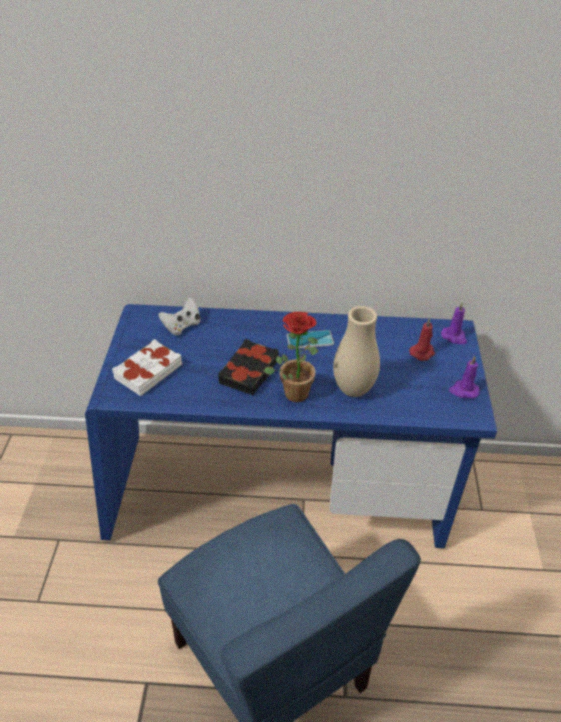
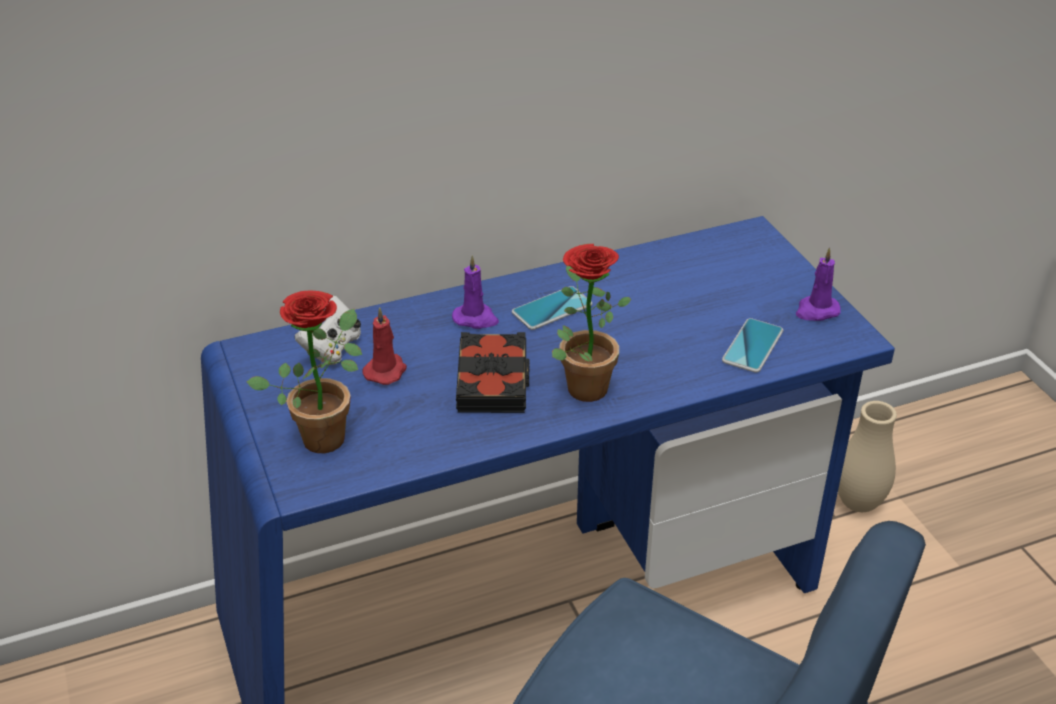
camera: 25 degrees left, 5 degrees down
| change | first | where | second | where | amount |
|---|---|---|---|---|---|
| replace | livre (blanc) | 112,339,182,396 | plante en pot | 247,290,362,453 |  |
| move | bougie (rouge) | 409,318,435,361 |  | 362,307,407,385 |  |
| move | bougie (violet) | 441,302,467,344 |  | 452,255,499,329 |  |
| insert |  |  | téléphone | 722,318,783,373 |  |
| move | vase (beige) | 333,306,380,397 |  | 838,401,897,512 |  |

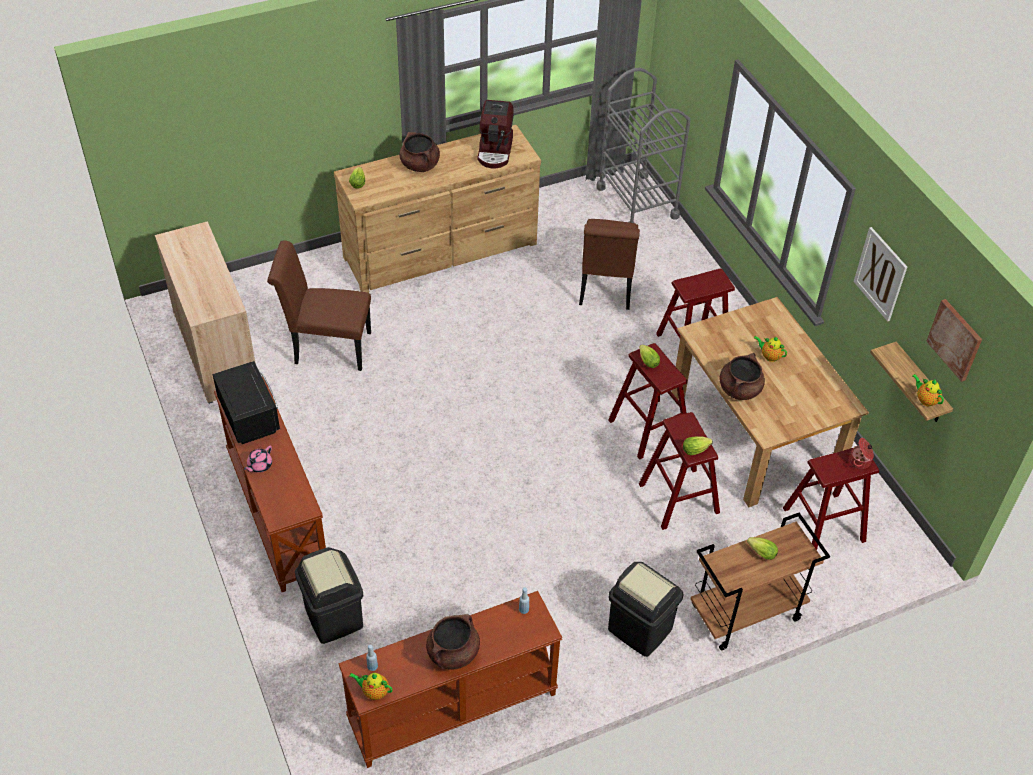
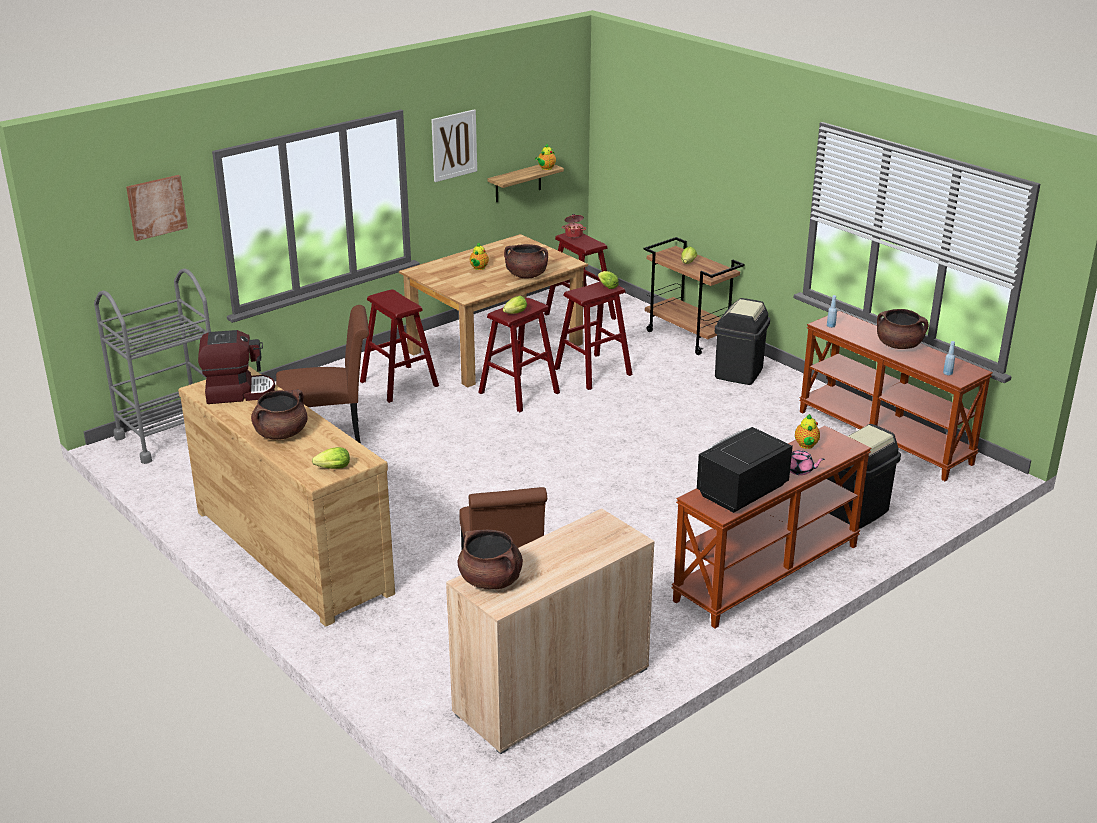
camera: 105 degrees left, 20 degrees down
| change | first | where | second | where | amount |
|---|---|---|---|---|---|
| move | tableau | 926,299,982,382 |  | 126,175,188,241 |  |
| insert |  |  | marmite (marron) | 458,529,523,589 |  |
| move | théière | 349,673,393,700 |  | 795,414,820,449 |  |

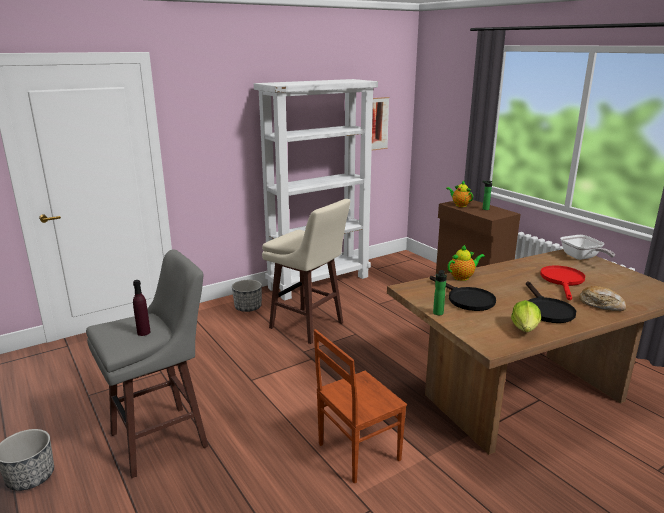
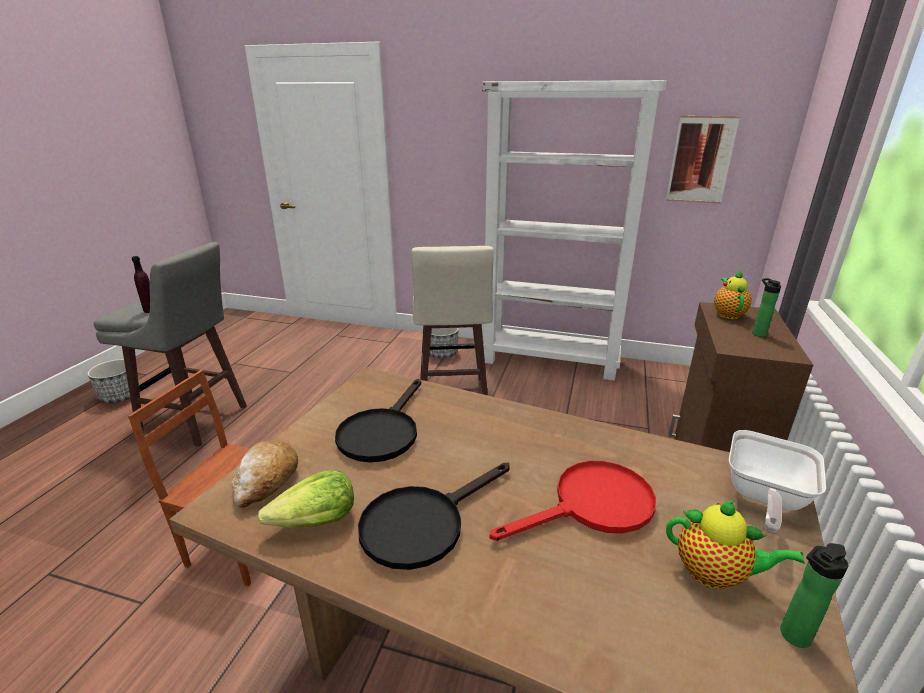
camera: 50 degrees right, 5 degrees up
| change | first | where | second | where | amount |
|---|---|---|---|---|---|
| move | pain | 579,286,626,311 |  | 232,441,298,508 |  |
| move | théière | 447,245,485,281 |  | 666,501,805,589 |  |
| move | bouteille | 433,270,447,315 |  | 780,543,849,648 |  |

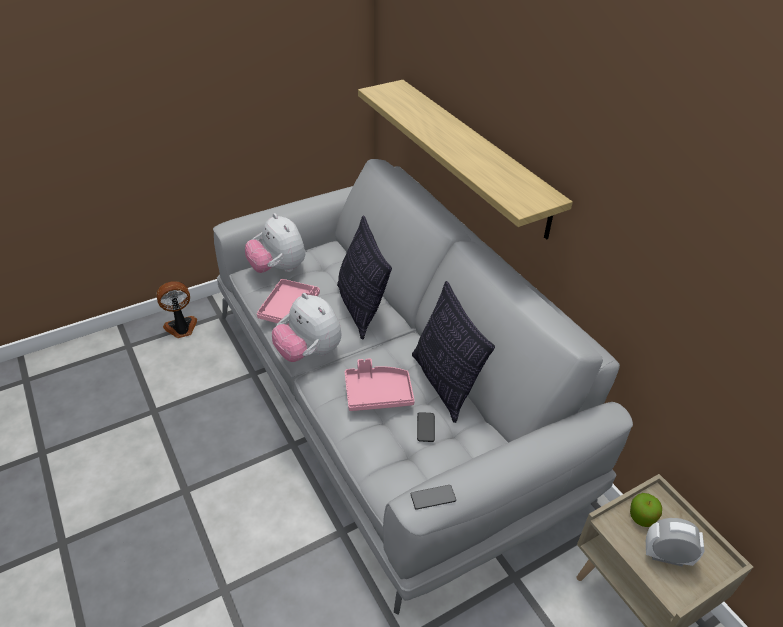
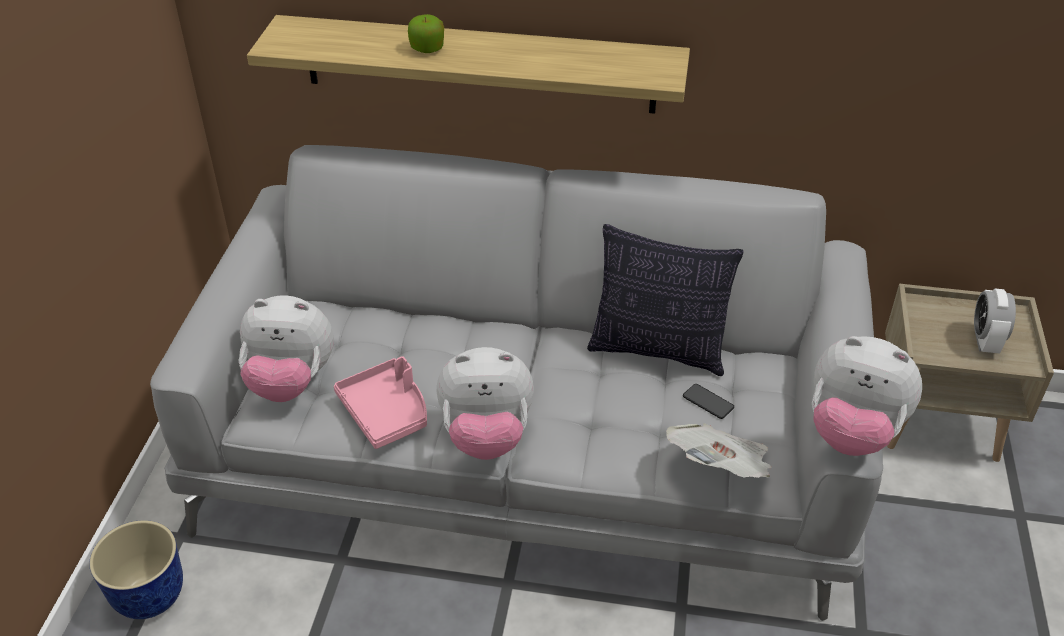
camera: 50 degrees left, 0 degrees up
| change | first | where | second | where | amount |
|---|---|---|---|---|---|
| replace | ventilateur | 156,281,197,338 | cache-pot | 89,520,183,619 |  |
| move | pomme | 630,493,662,527 |  | 408,14,444,53 |  |
| insert |  |  | journal | 666,424,772,478 |  |
| replace | téléphone | 411,485,456,510 | peluche | 812,336,922,456 |  |
| rotate | réveil | 646,518,705,566 |  | 974,288,1016,353 | 45 degrees counterclockwise |
| delete | coussin | 337,216,392,340 |  |  |  |
| delete | plateau (rose) | 345,358,415,411 |  |  |  |

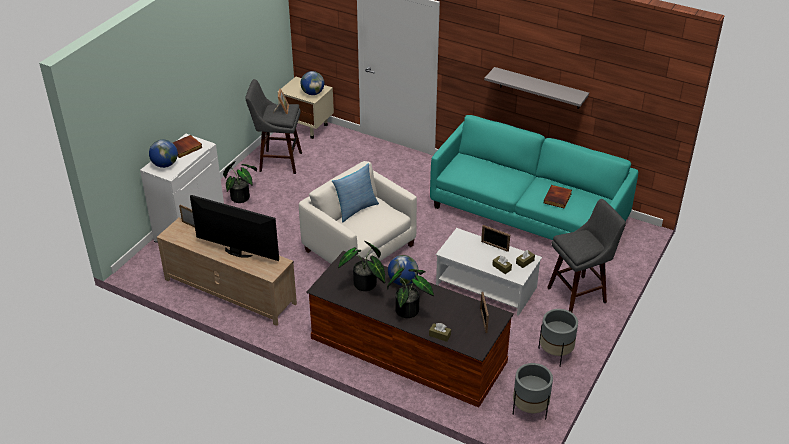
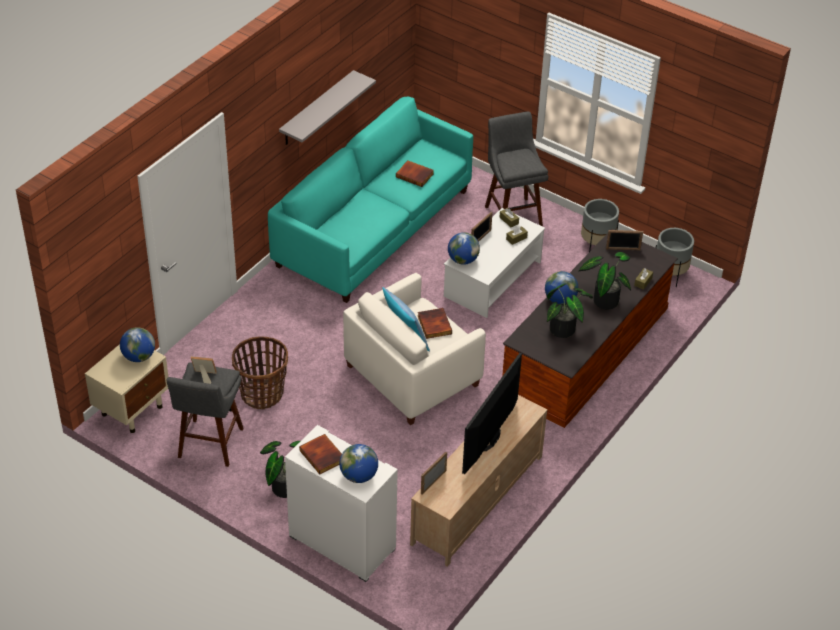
camera: 85 degrees left, 5 degrees up
| change | first | where | second | where | amount |
|---|---|---|---|---|---|
| insert |  |  | panier | 232,336,288,409 |  |
| insert |  |  | livre | 418,308,452,339 |  |
| insert |  |  | globe | 448,232,480,265 |  |

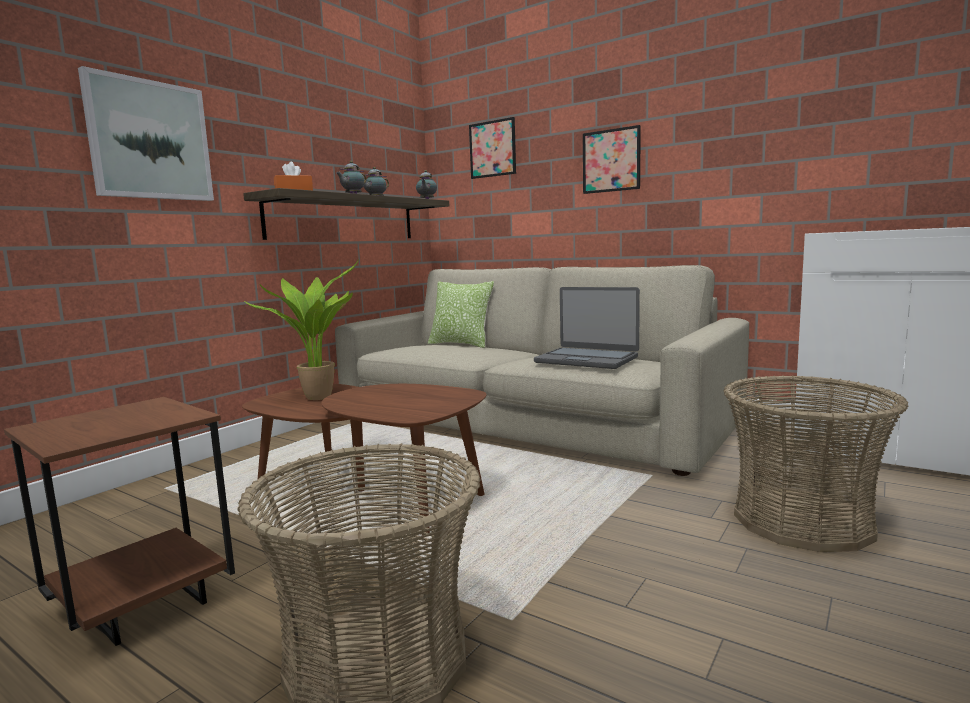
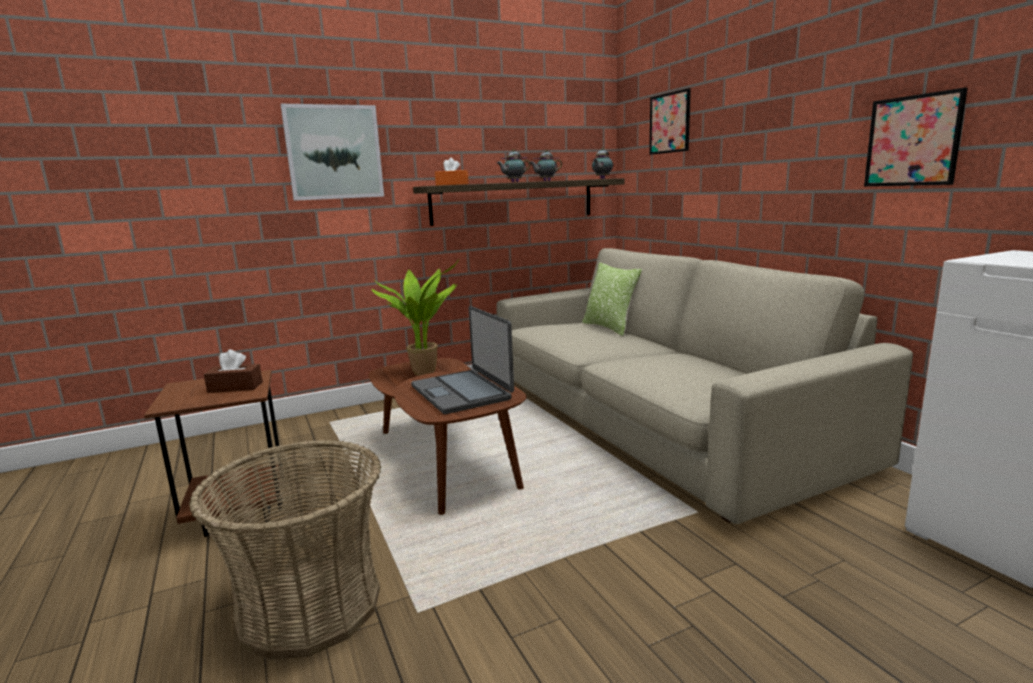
camera: 30 degrees right, 5 degrees up
| change | first | where | second | where | amount |
|---|---|---|---|---|---|
| insert |  |  | boîte à mouchoirs (marron) | 204,349,263,393 |  |
| move | ordinateur portable | 534,287,640,369 |  | 411,306,514,414 |  |
| move | tableau | 583,125,641,194 |  | 864,88,967,186 |  |
| delete | panier | 723,375,909,552 |  |  |  |

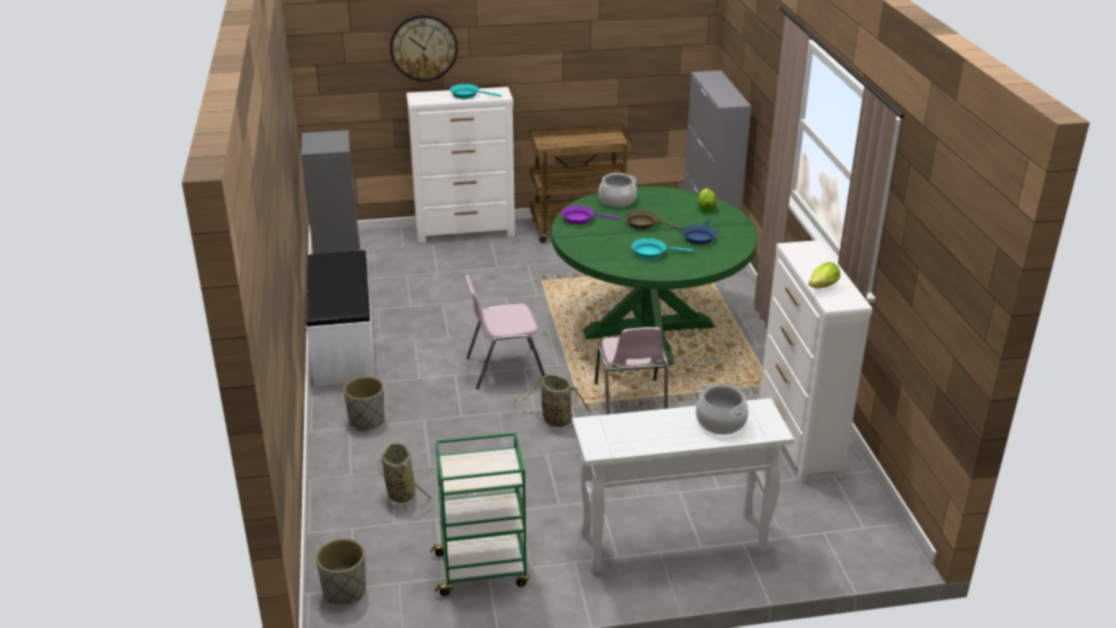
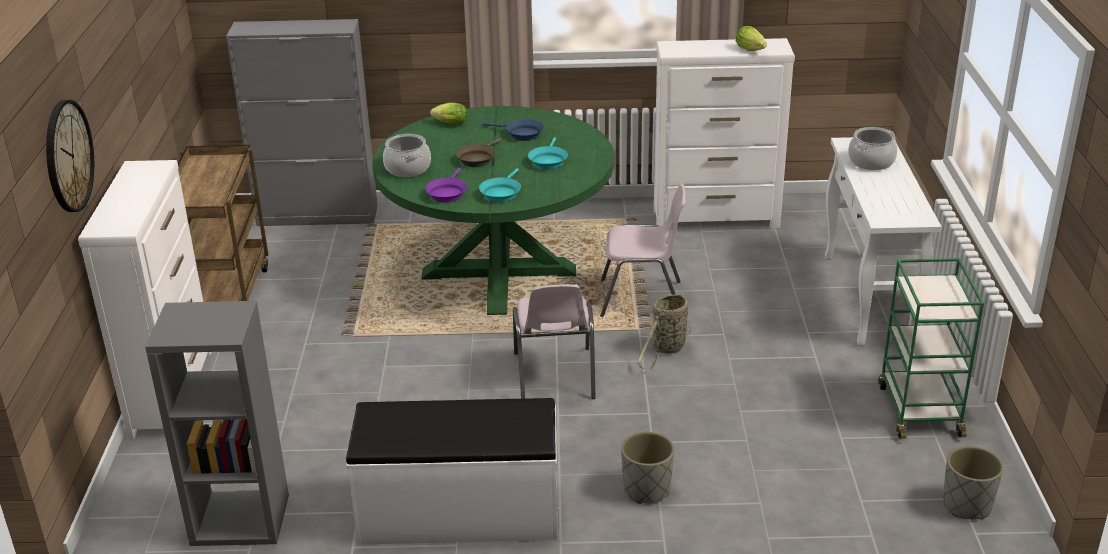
camera: 80 degrees left, 0 degrees up
| change | first | where | second | where | amount |
|---|---|---|---|---|---|
| move | poêle (turquoise) | 450,84,502,99 |  | 479,168,521,202 |  |
| delete | panier | 378,443,432,513 |  |  |  |

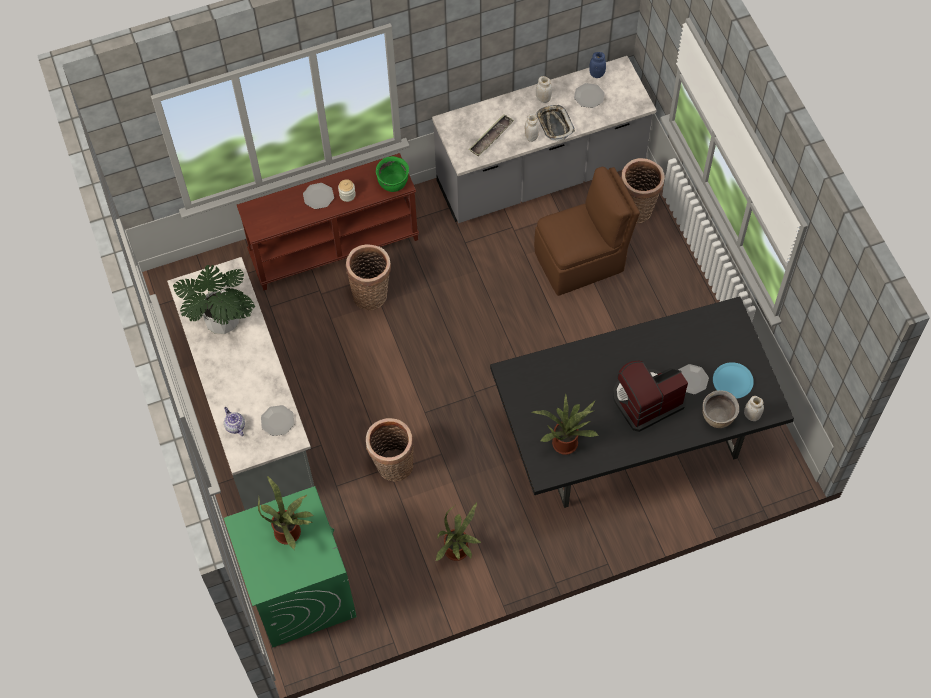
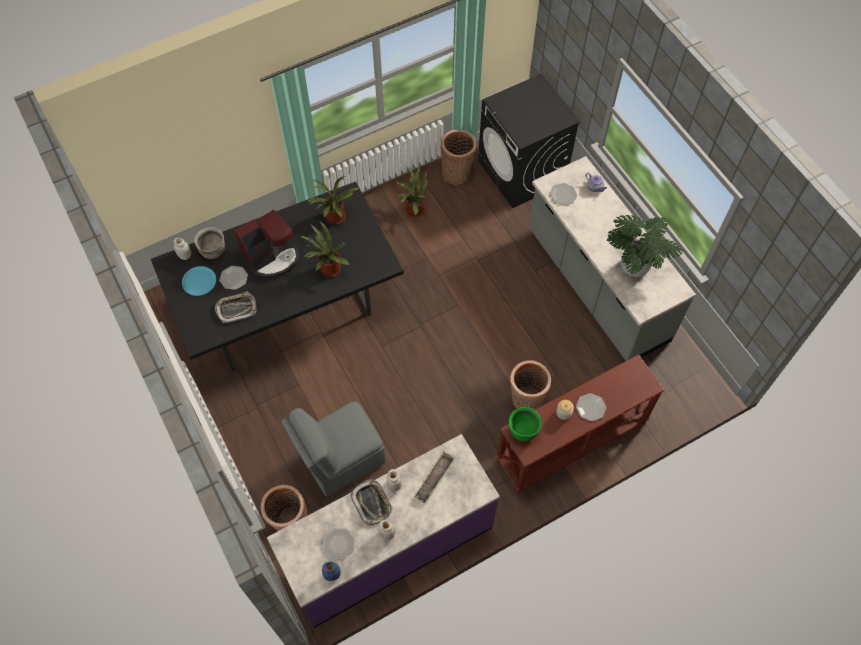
camera: 170 degrees right, 0 degrees up
| change | first | where | second | where | amount |
|---|---|---|---|---|---|
| insert |  |  | plateau | 215,291,256,323 |  |
| recolor | comptoir de cuisine (gris) | 432,56,656,223 | comptoir de cuisine (violet) | 267,434,500,628 |  |
| recolor | chaise (marron) | 534,167,640,296 | chaise (gris) | 281,401,386,496 |  |
| move | plante en pot | 258,476,314,551 |  | 299,222,349,277 |  |
| move | panier | 366,418,414,482 |  | 440,130,477,185 |  |
| recolor | lave-linge (vert) | 224,486,357,648 | lave-linge (noir) | 478,73,581,208 |  |

